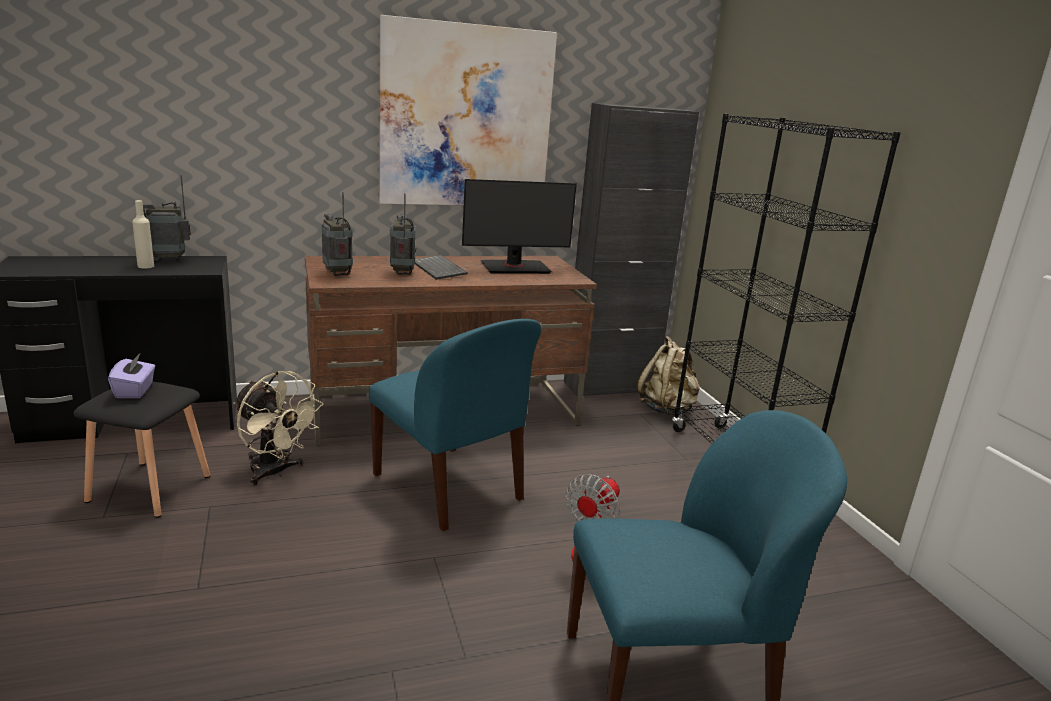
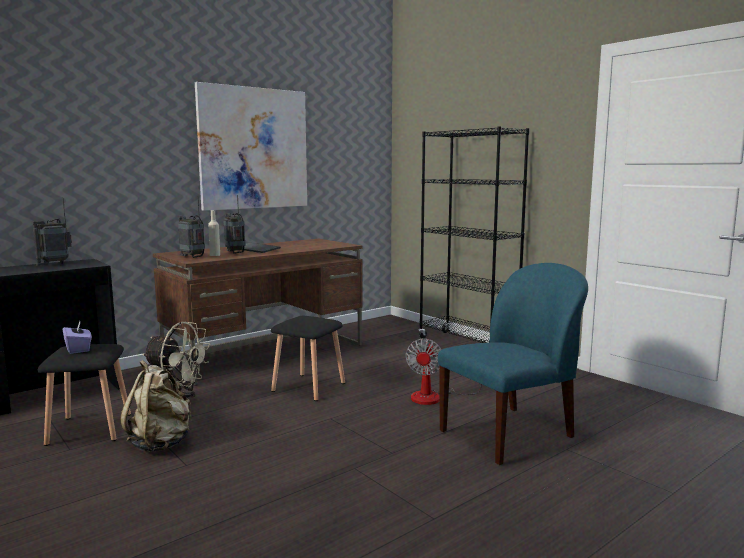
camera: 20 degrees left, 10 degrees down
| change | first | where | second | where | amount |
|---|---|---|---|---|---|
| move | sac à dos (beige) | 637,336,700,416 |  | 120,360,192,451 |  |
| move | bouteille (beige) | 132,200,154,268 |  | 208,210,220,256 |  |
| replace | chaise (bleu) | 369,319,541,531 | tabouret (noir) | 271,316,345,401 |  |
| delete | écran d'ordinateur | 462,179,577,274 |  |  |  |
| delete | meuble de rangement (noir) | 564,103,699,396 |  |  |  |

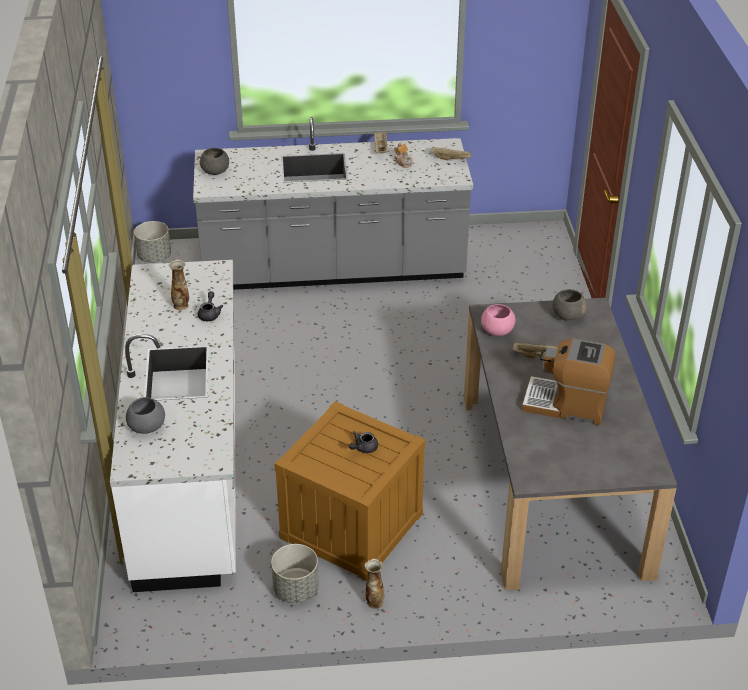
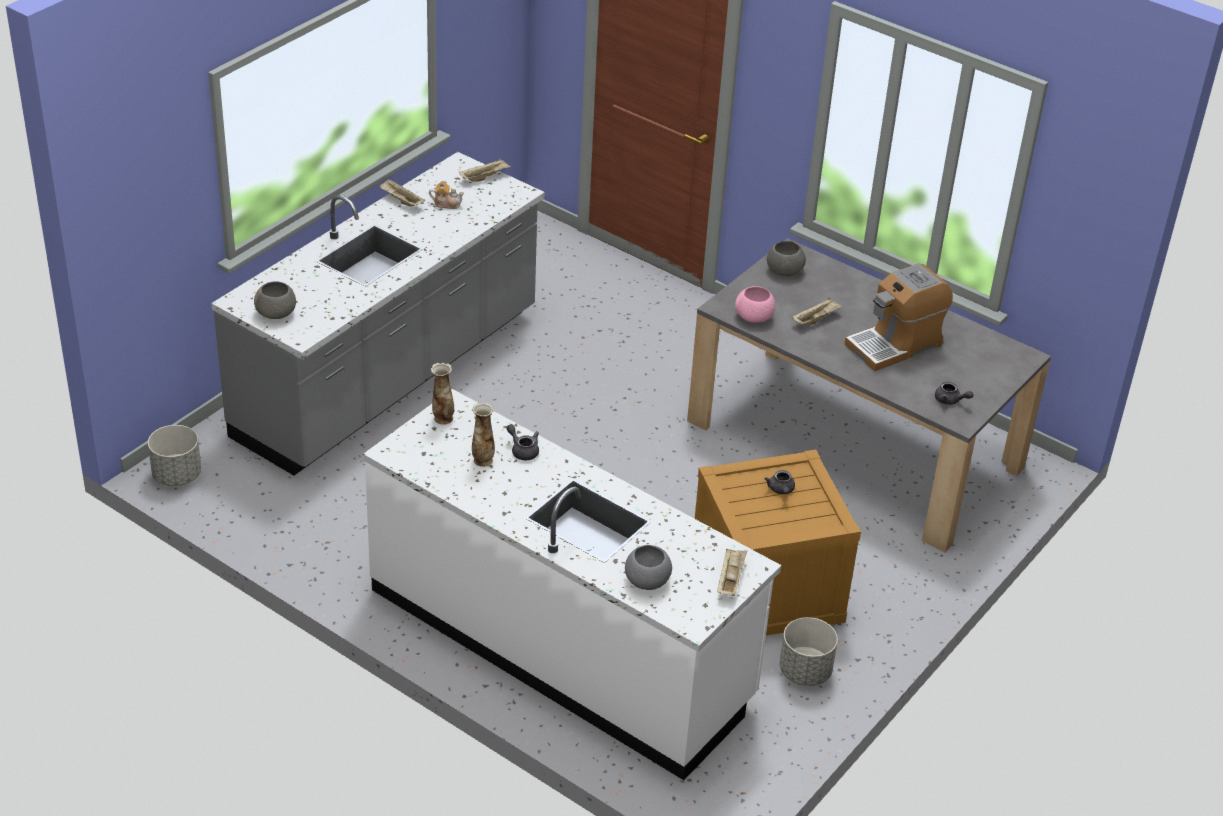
camera: 50 degrees left, 0 degrees up
| change | first | where | second | where | amount |
|---|---|---|---|---|---|
| move | vase | 365,559,384,609 |  | 431,362,454,425 |  |
| insert |  |  | plateau (beige) | 717,549,747,596 |  |
| insert |  |  | théière (gris) | 935,382,973,405 |  |

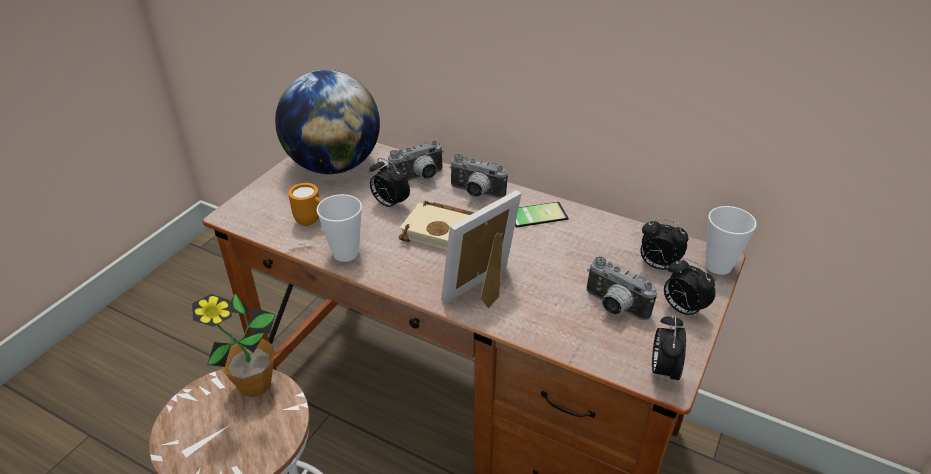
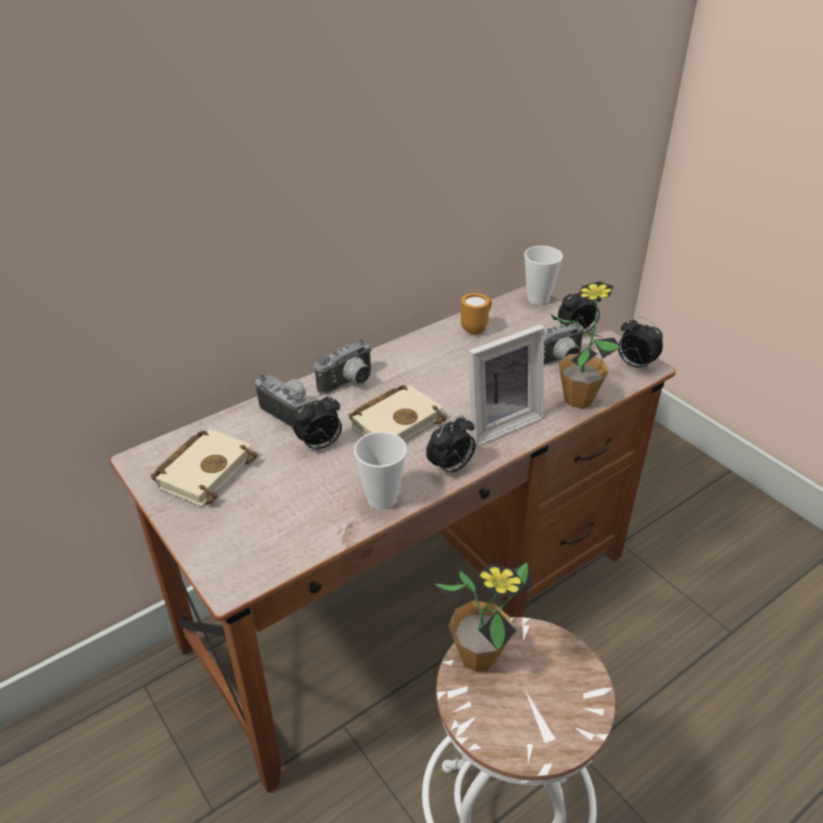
camera: 65 degrees left, 0 degrees up
| change | first | where | second | where | amount |
|---|---|---|---|---|---|
| replace | globe | 275,70,380,174 | livre (beige) | 151,429,258,506 |  |
| rotate | appareil photo | 388,140,444,181 |  | 255,375,308,428 | 45 degrees counterclockwise |
| move | réveil | 640,218,689,270 |  | 426,415,475,476 |  |
| move | mug (orange) | 288,183,322,226 |  | 461,293,492,335 |  |
| rotate | cadre photo | 441,190,522,308 |  | 468,325,544,446 | 105 degrees counterclockwise |
| insert |  |  | plante en pot | 551,281,621,408 |  |
| delete | téléphone | 515,202,568,228 |  |  |  |

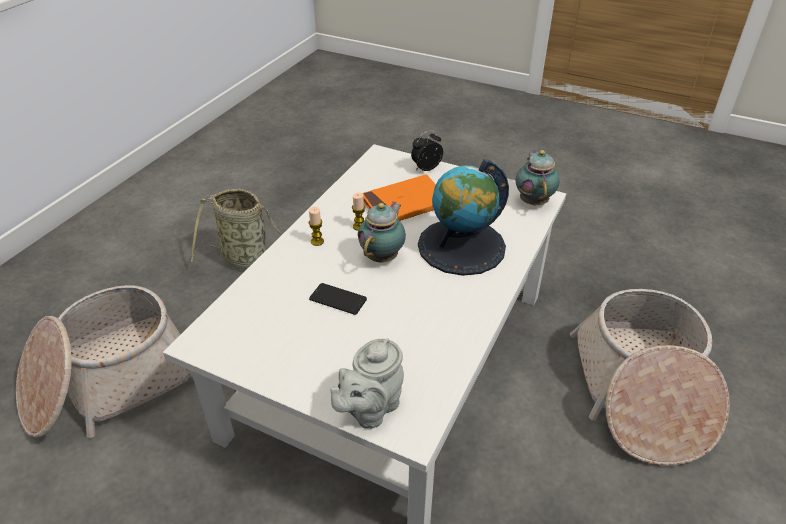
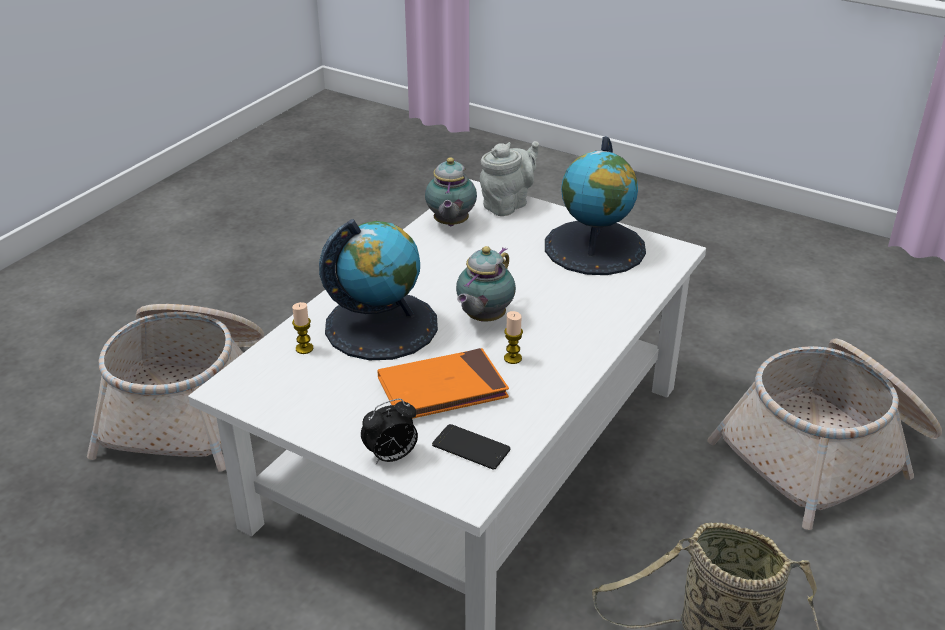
camera: 175 degrees left, 5 degrees down
| change | first | where | second | where | amount |
|---|---|---|---|---|---|
| move | bougie | 309,207,324,246 |  | 292,302,313,354 |  |
| move | théière | 516,150,559,206 |  | 425,157,477,226 |  |
| move | téléphone | 309,283,367,315 |  | 432,424,510,469 |  |
| insert |  |  | globe | 545,136,646,275 |  |

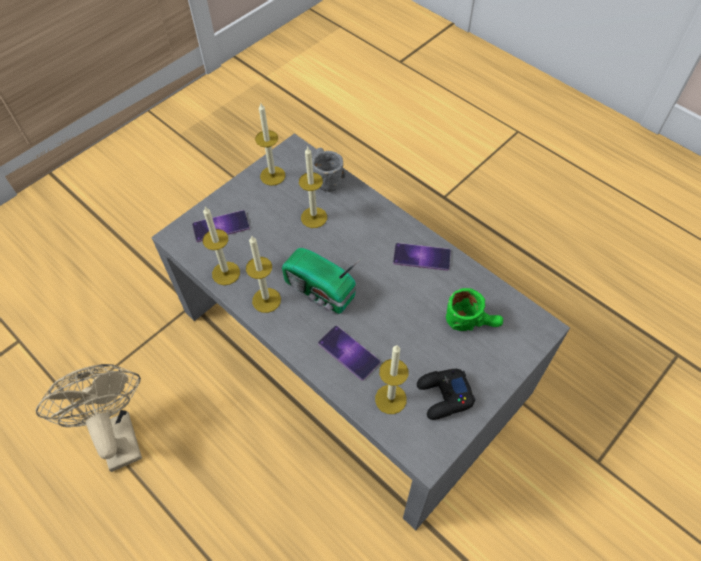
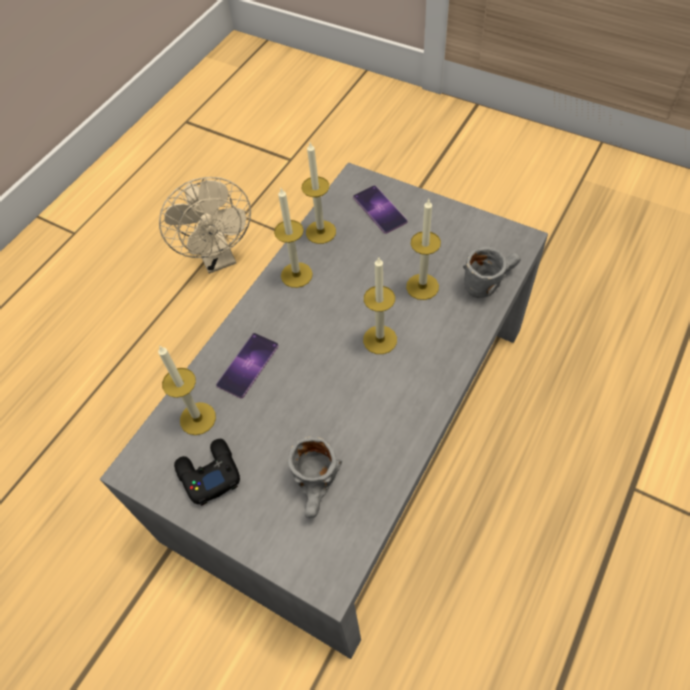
camera: 80 degrees right, 0 degrees up
| change | first | where | second | where | amount |
|---|---|---|---|---|---|
| rotate | ventilateur (beige) | 36,364,142,472 |  | 159,177,251,274 | 105 degrees clockwise |
| recolor | mug (vert) | 446,288,503,331 | mug (gris) | 287,437,342,518 |  |
| move | bougie | 255,103,285,186 |  | 363,256,397,354 |  |
| delete | radio | 282,248,362,314 |  |  |  |
| delete | téléphone | 393,243,451,271 |  |  |  |

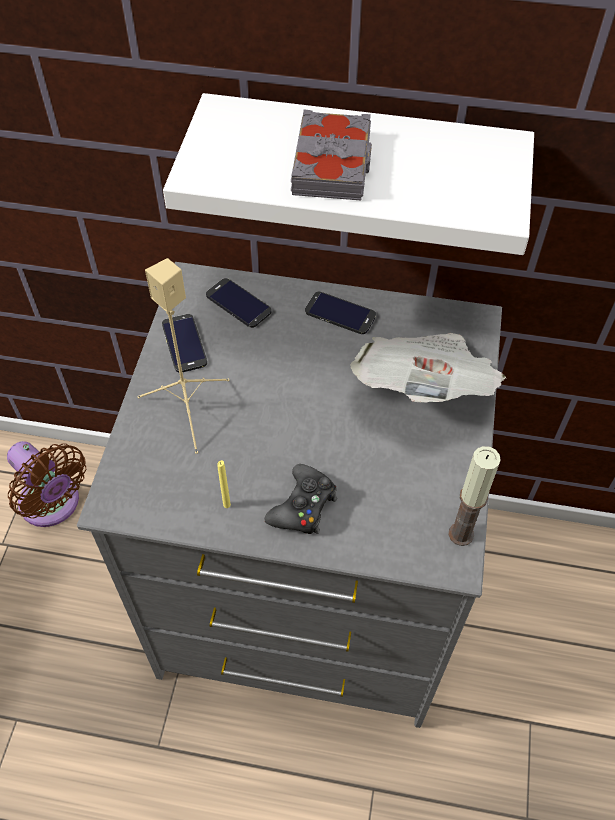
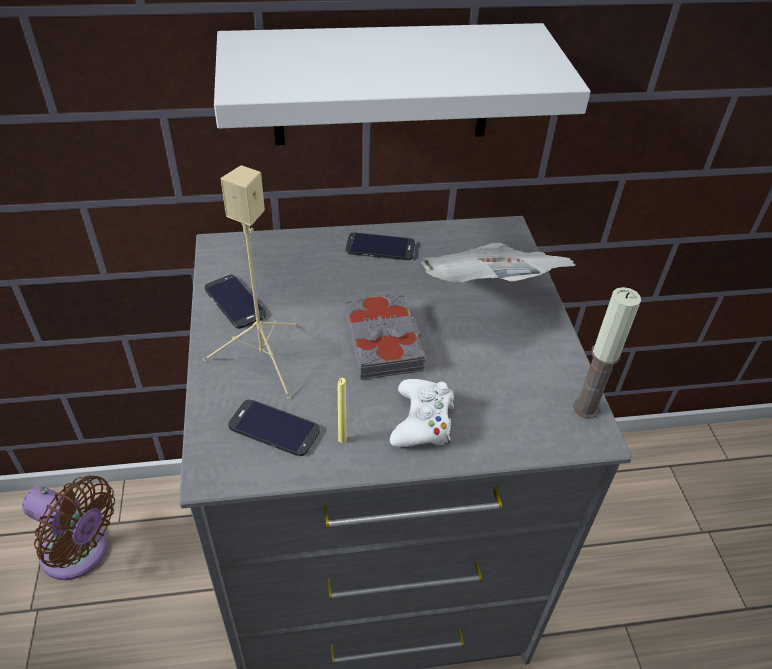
camera: 20 degrees left, 10 degrees down
| change | first | where | second | where | amount |
|---|---|---|---|---|---|
| move | téléphone | 206,278,272,328 |  | 228,399,320,456 |  |
| move | livre (gris) | 291,109,372,200 |  | 343,291,426,380 |  |
| recolor | manette (noir) | 264,464,337,534 | manette (blanc) | 390,379,454,447 |  |

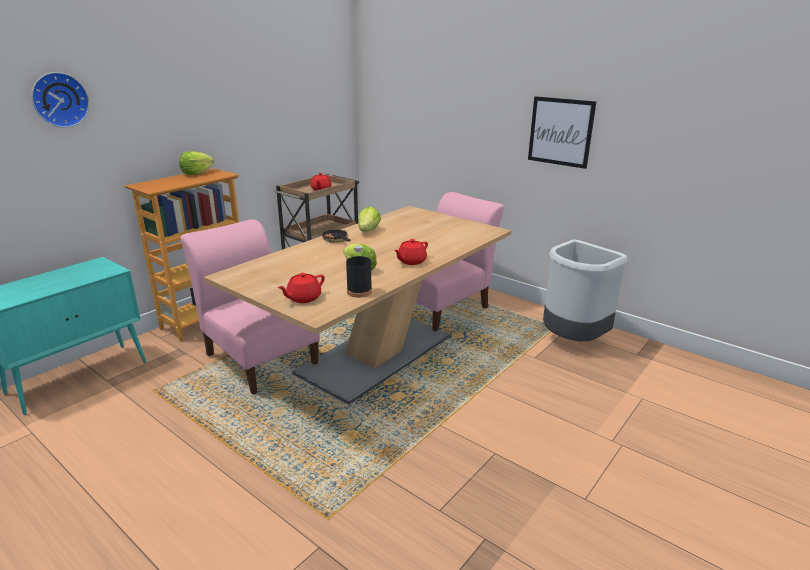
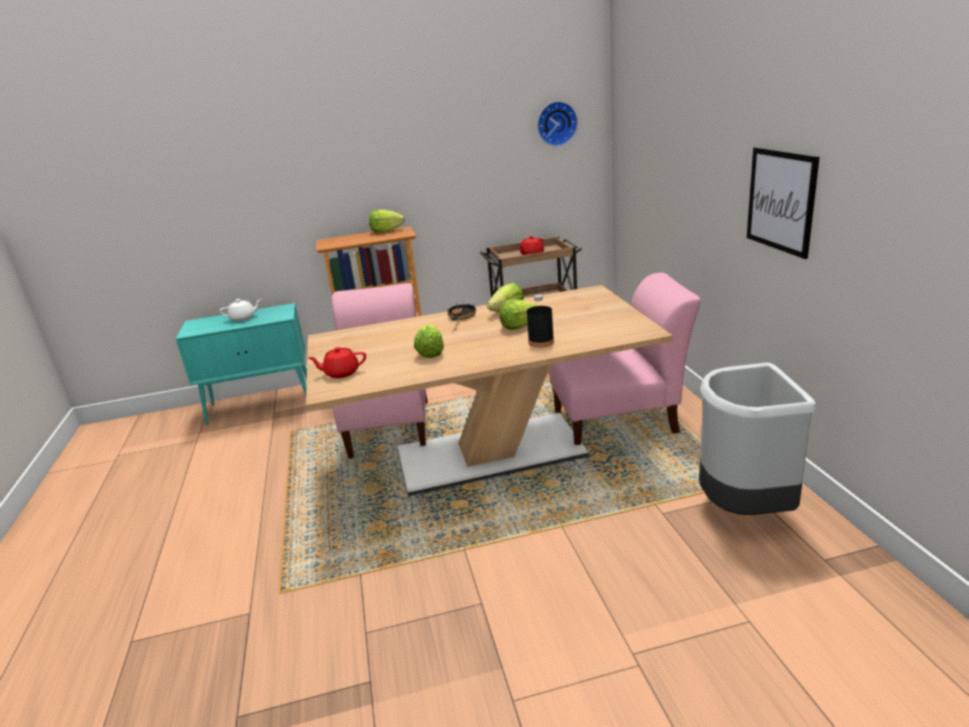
camera: 40 degrees right, 0 degrees up
| change | first | where | second | where | amount |
|---|---|---|---|---|---|
| insert |  |  | théière (blanc) | 220,299,262,321 |  |
| insert |  |  | laitue | 500,299,540,330 |  |
| move | bouteille (noir) | 346,246,372,298 |  | 527,295,554,348 |  |
| move | horloge murale | 31,72,90,128 |  | 537,101,578,147 |  |
| delete | théière (rouge) | 394,239,428,265 |  |  |  |

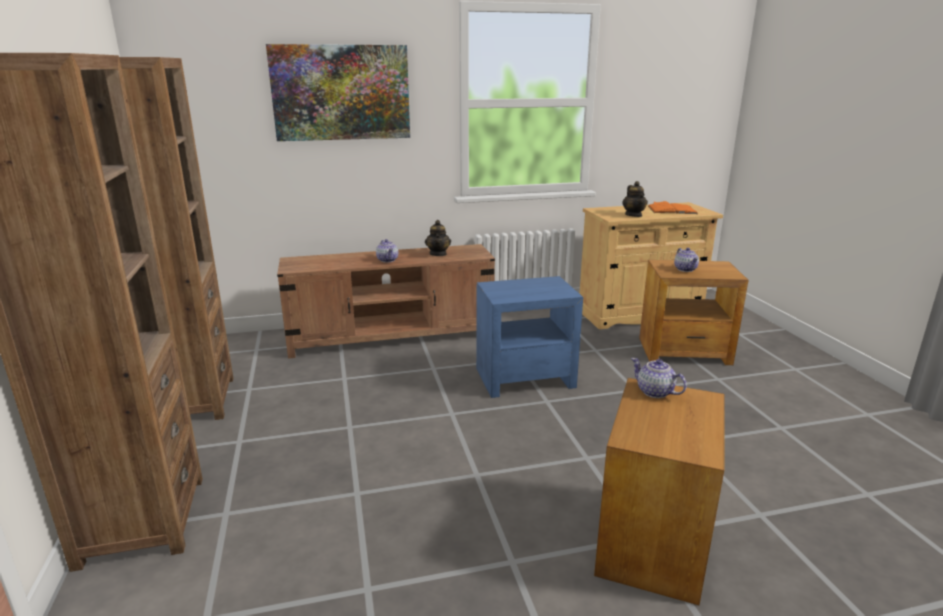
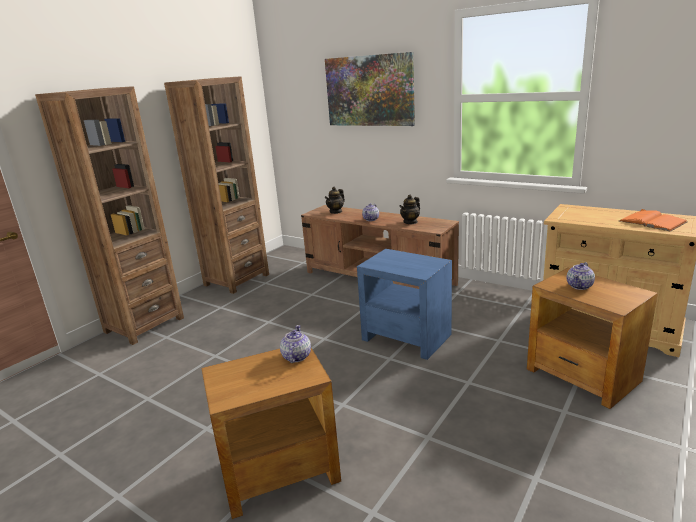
camera: 50 degrees right, 0 degrees up
| change | first | where | second | where | amount |
|---|---|---|---|---|---|
| move | théière | 622,181,648,217 |  | 325,187,345,214 |  |

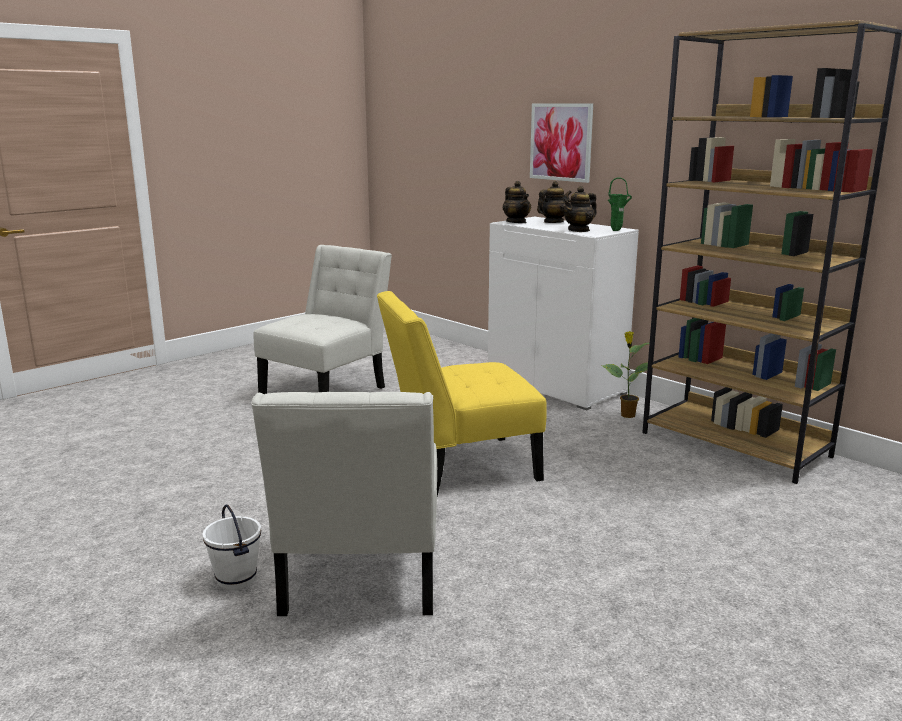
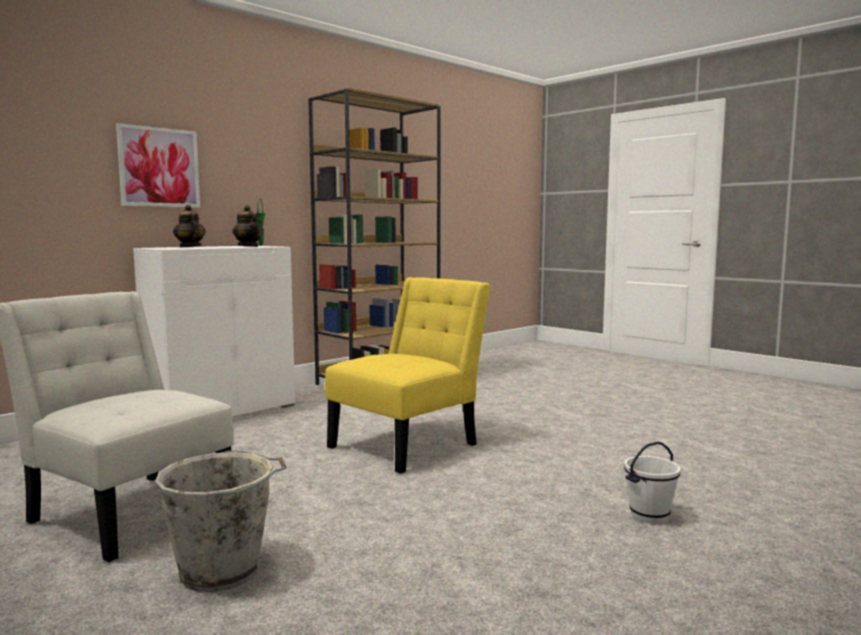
camera: 90 degrees left, 10 degrees down
| change | first | where | second | where | amount |
|---|---|---|---|---|---|
| insert |  |  | seau (gris) | 155,451,286,592 |  |
| rotate | chaise (jaune) | 377,291,547,496 |  | 325,277,490,474 | 120 degrees counterclockwise |
| delete | chaise (blanc) | 251,392,437,616 |  |  |  |
| delete | théière | 503,181,531,223 |  |  |  |
| delete | plante en pot | 601,331,650,418 |  |  |  |

